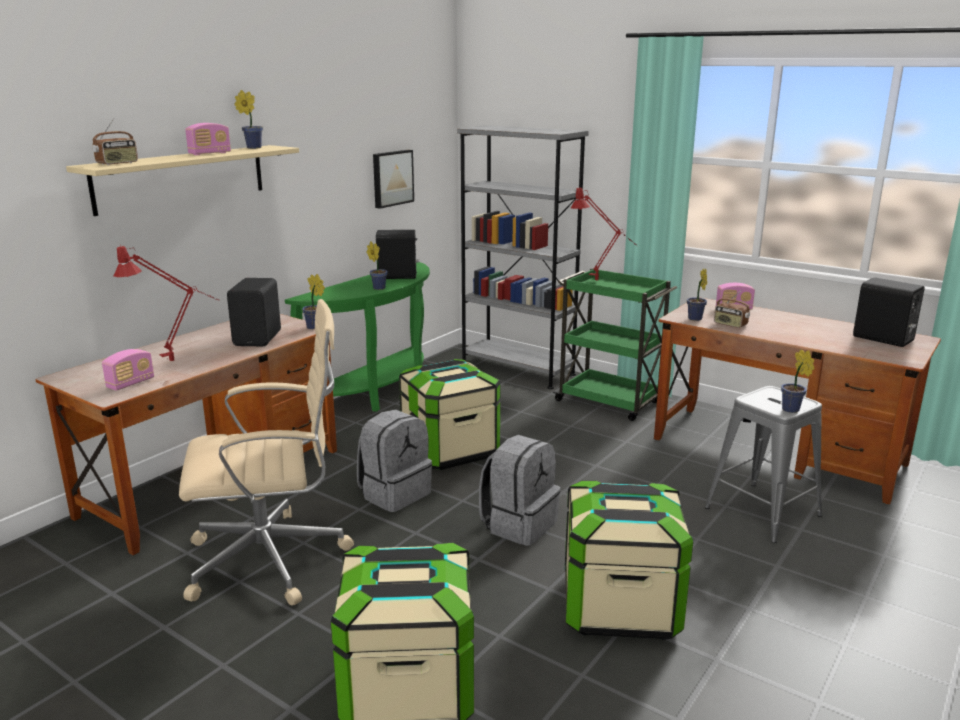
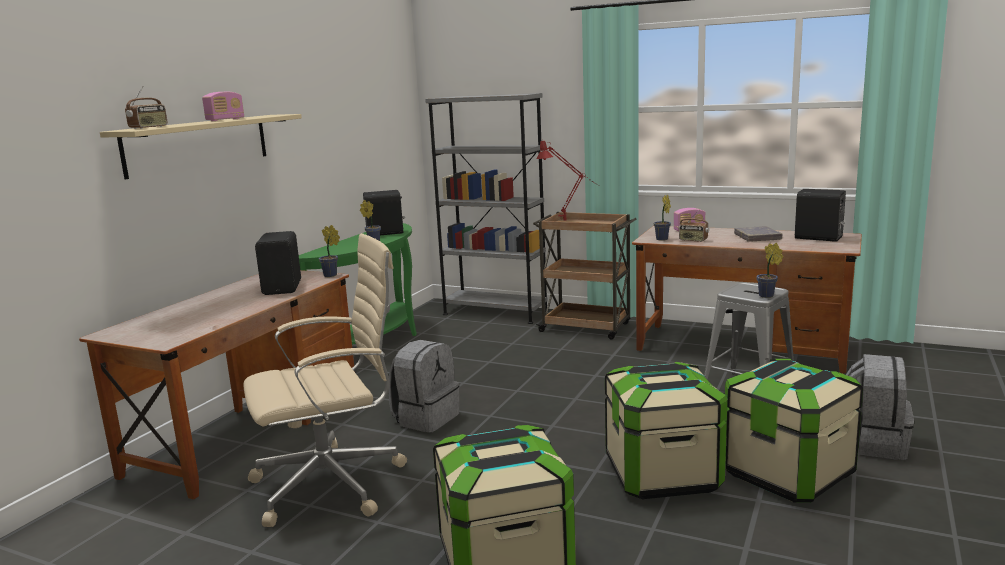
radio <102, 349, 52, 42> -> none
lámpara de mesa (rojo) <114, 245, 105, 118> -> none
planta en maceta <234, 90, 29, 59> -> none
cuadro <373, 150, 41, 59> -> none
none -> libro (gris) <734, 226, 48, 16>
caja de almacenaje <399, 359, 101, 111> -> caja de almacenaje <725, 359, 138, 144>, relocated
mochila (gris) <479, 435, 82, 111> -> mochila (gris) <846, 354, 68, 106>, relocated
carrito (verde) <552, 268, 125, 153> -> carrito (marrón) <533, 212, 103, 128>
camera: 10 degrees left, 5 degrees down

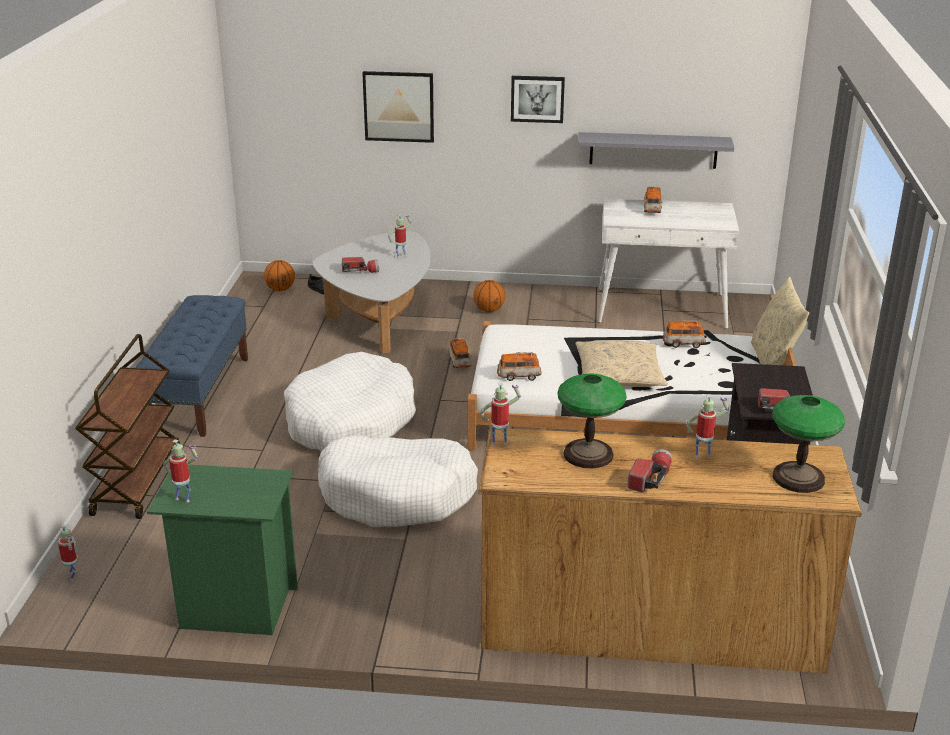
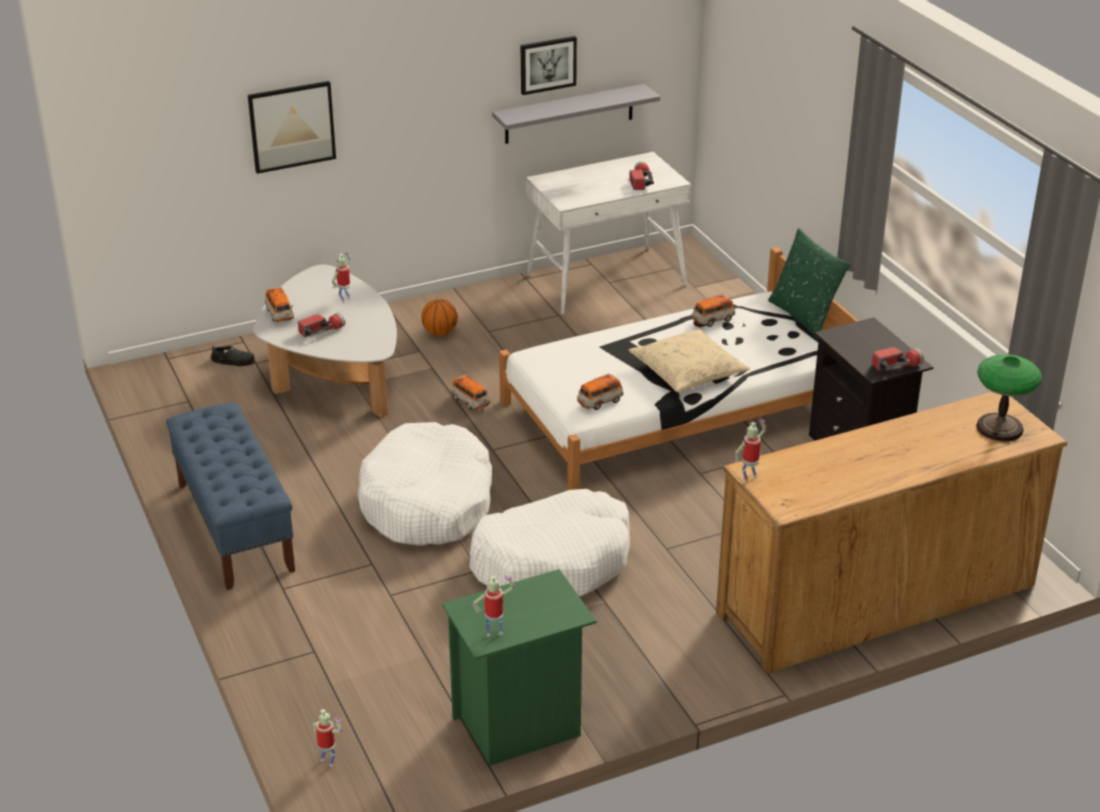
carrito (marrón) <75, 334, 105, 185> -> none
balón de baloncesto <264, 260, 31, 31> -> none
lámpara de mesa <557, 374, 69, 95> -> none
robot de juguete <685, 395, 44, 63> -> none
cuadro <511, 76, 54, 47> -> cuadro <521, 36, 56, 59>, relocated
linterna <627, 449, 45, 43> -> linterna <629, 161, 25, 29>, relocated
coche de juguete <644, 186, 19, 27> -> coche de juguete <265, 287, 29, 35>, relocated
cojín (beis) <751, 277, 58, 88> -> cojín (verde) <768, 228, 83, 111>
camera: 30 degrees left, 5 degrees up

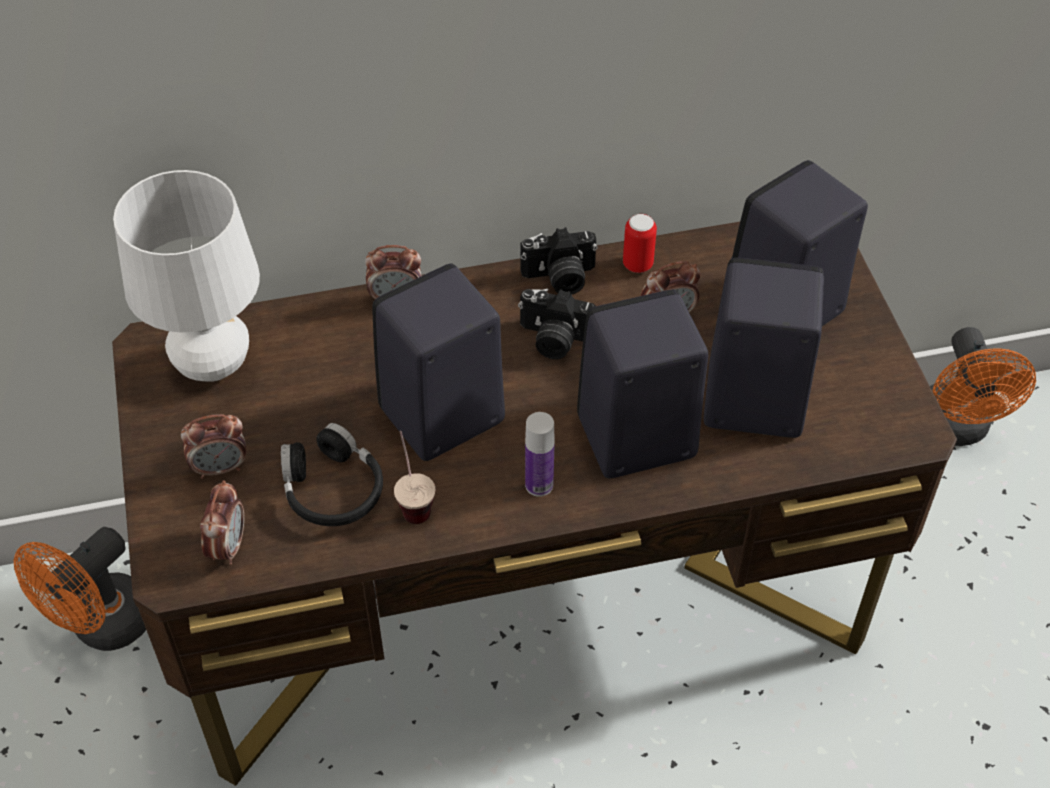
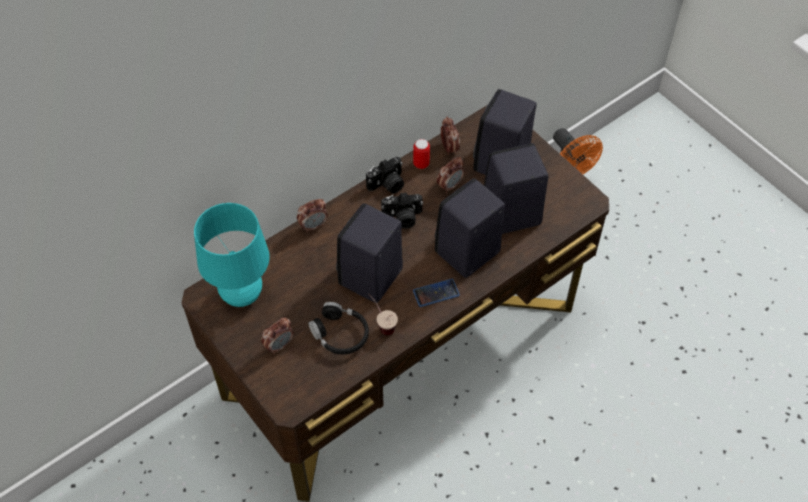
ventilador (naranja) <14, 527, 132, 124> -> none
despertador <200, 480, 44, 85> -> despertador <441, 117, 19, 38>, relocated
botella <525, 412, 30, 85> -> móvil <413, 279, 47, 28>
lámpara de mesa (blanco) <113, 170, 147, 212> -> lámpara de mesa (turquesa) <194, 203, 76, 104>
camera: 25 degrees left, 5 degrees up

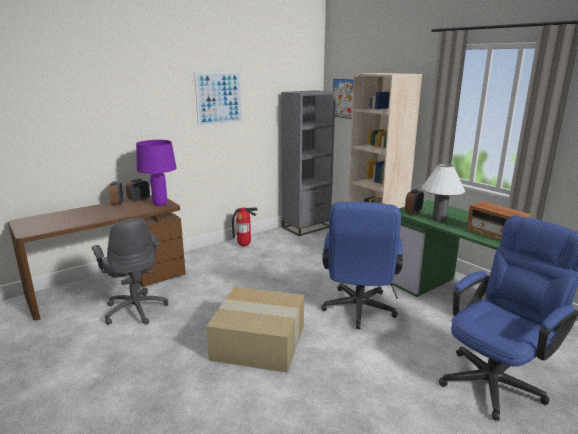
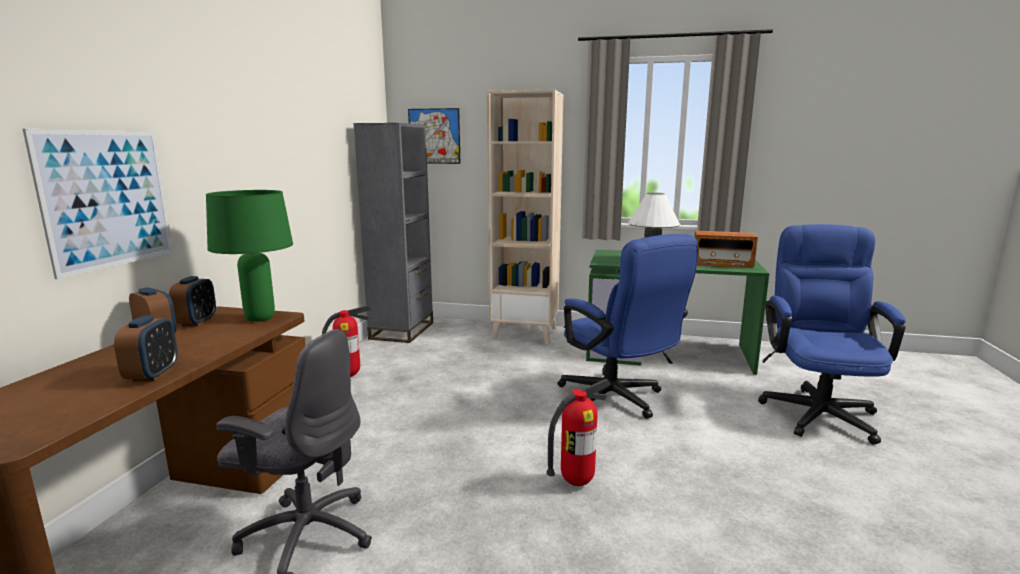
cuadro <194, 72, 49, 55> -> cuadro <23, 129, 150, 150>, relocated
despertador <405, 189, 19, 26> -> despertador <114, 315, 64, 67>, relocated
caja de cartón <206, 287, 98, 86> -> extintor <546, 379, 65, 107>
lámpara de mesa (morado) <136, 140, 41, 66> -> lámpara de mesa (verde) <206, 190, 87, 132>
camera: 40 degrees left, 5 degrees down

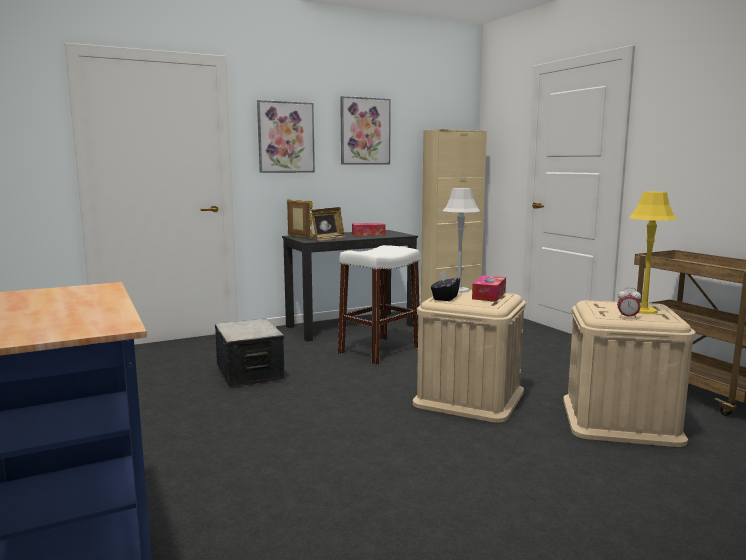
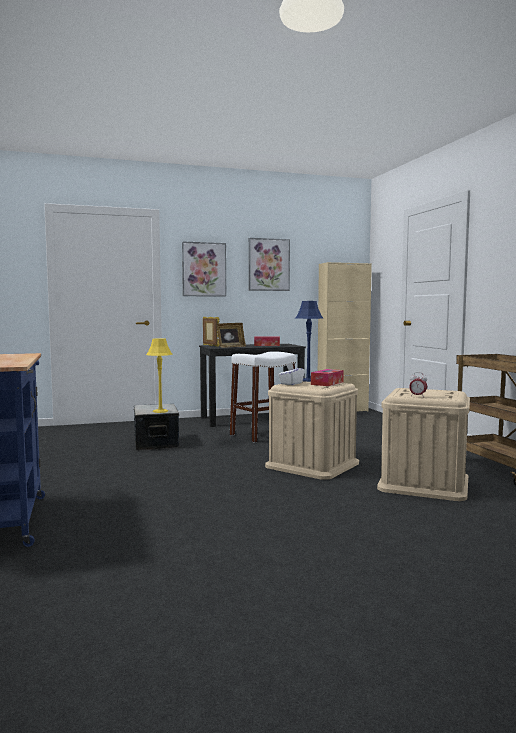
lámpara de mesa (amarillo) <629, 192, 48, 122> -> lámpara de mesa (amarillo) <146, 338, 27, 75>, relocated
caja de pañuelos (negro) <431, 271, 29, 30> -> caja de pañuelos (blanco) <278, 363, 27, 22>
lámpara de mesa (gris) <443, 188, 37, 105> -> lámpara de mesa (azul) <295, 301, 28, 81>
camera: 10 degrees right, 5 degrees down

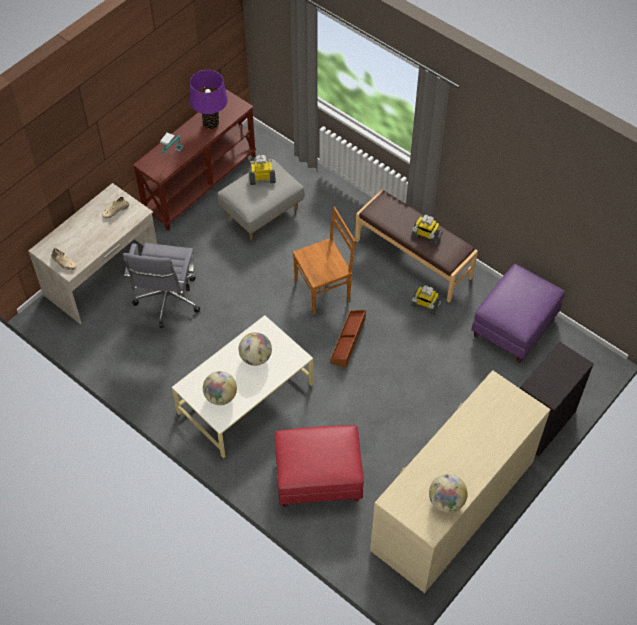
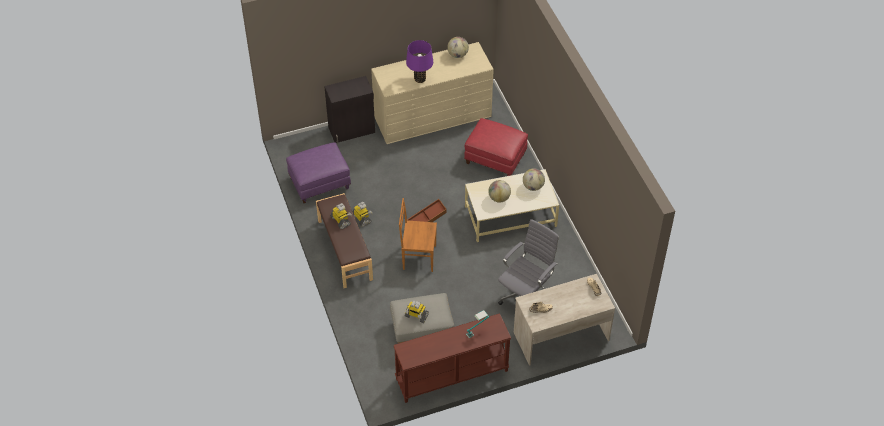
lámpara de mesa (morado) <190, 70, 38, 59> -> lámpara de mesa (morado) <406, 40, 27, 43>, relocated
camera: 150 degrees left, 5 degrees down

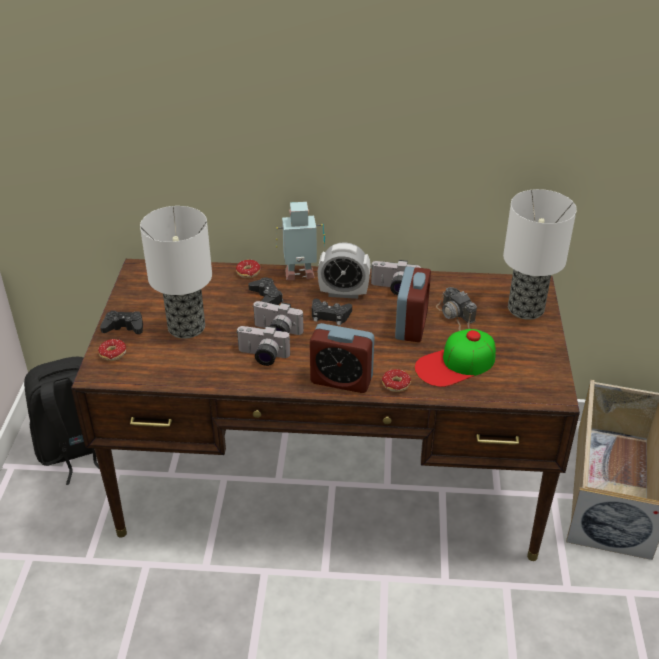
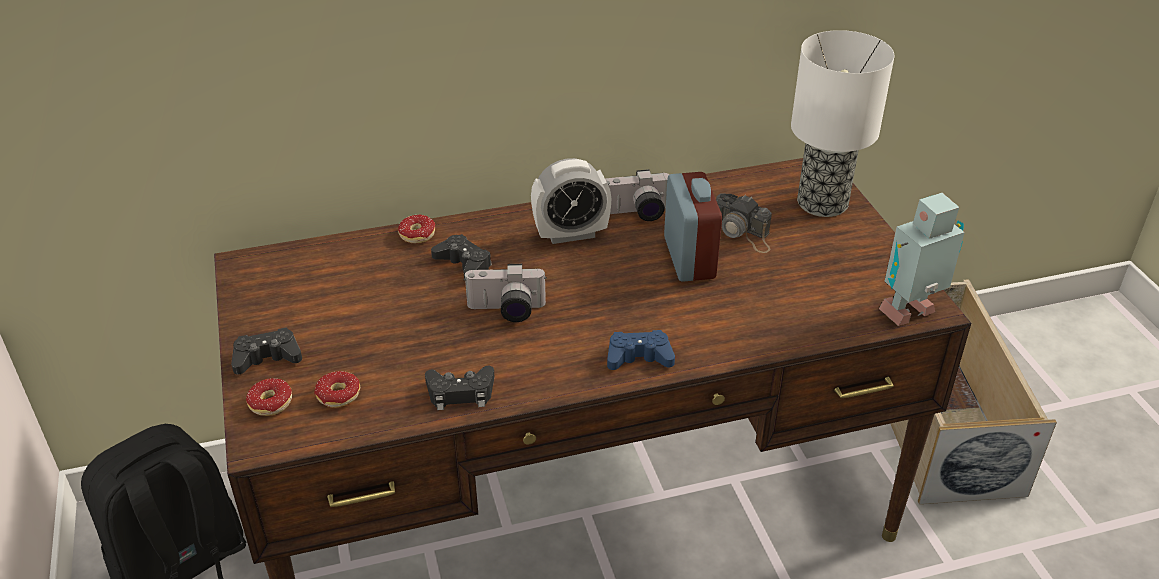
lámpara de mesa <140, 206, 72, 133> -> none
cámara <236, 326, 54, 40> -> none
gorra <415, 329, 81, 58> -> none
robot de juguete <276, 202, 49, 78> -> robot de juguete <879, 193, 86, 133>, relocated
mando de consola (negro) <312, 299, 40, 26> -> mando de consola (negro) <425, 366, 70, 44>, relocated
rosquilla <382, 369, 29, 23> -> rosquilla <314, 371, 46, 37>, relocated
despertador <310, 323, 64, 70> -> mando de consola (azul) <607, 330, 68, 40>
camera: 20 degrees left, 0 degrees up

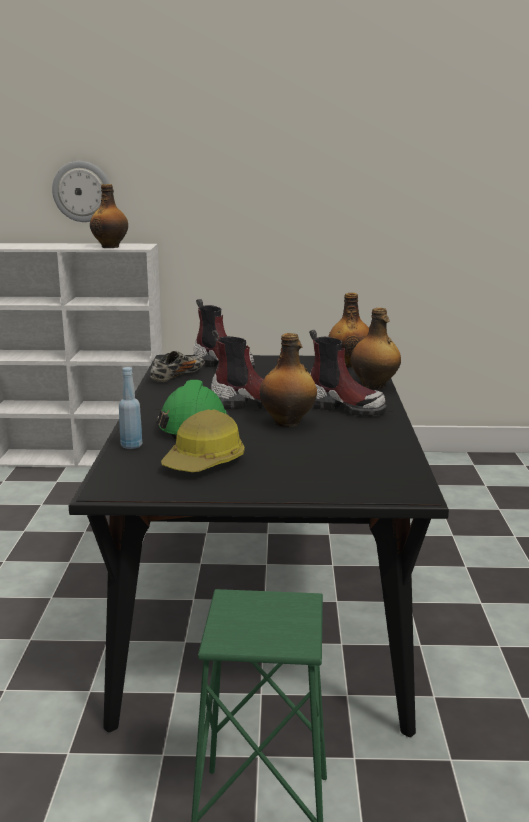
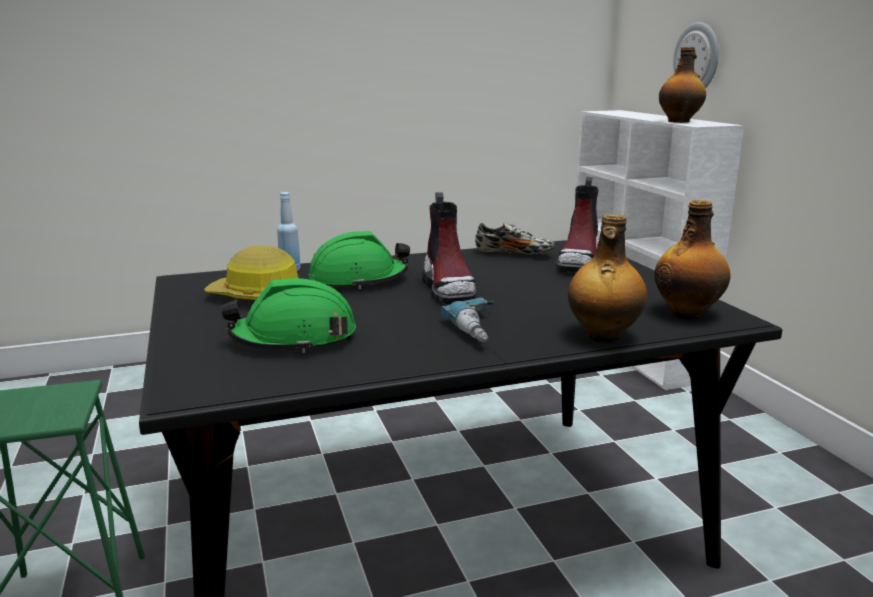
botella <259, 333, 58, 94> -> none
none -> casco (verde) <221, 278, 135, 75>
bota <309, 330, 78, 86> -> taladro <441, 298, 53, 44>
camera: 70 degrees right, 0 degrees up

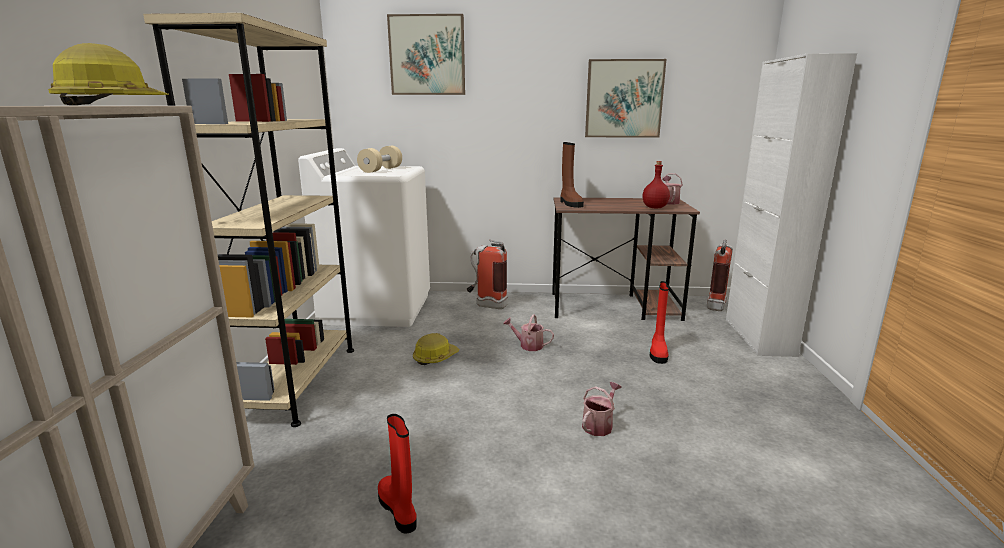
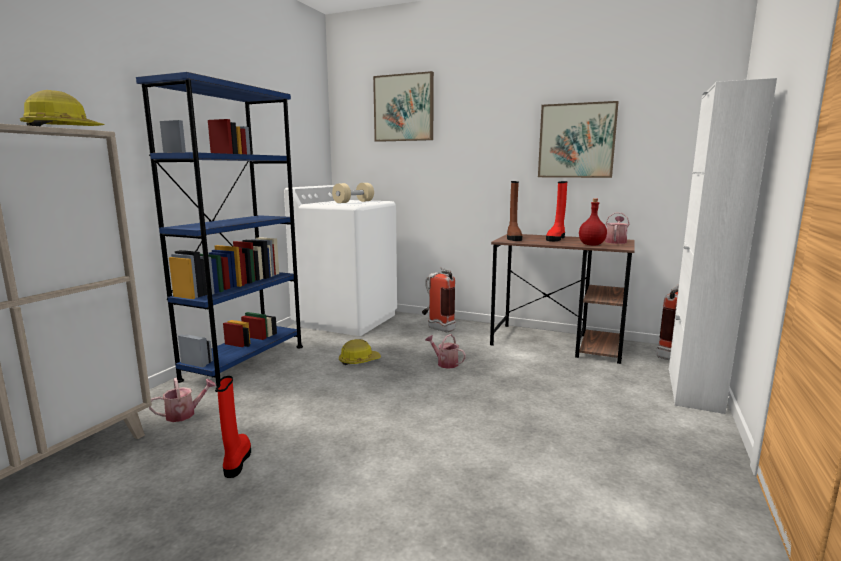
regadera <582, 382, 40, 54> -> regadera <149, 378, 68, 44>, relocated
bota (rojo) <650, 281, 19, 83> -> bota (rojo) <546, 181, 22, 60>, relocated
estantería (beis) <143, 13, 211, 414> -> estantería (azul) <136, 72, 167, 320>
camera: 20 degrees right, 5 degrees down

